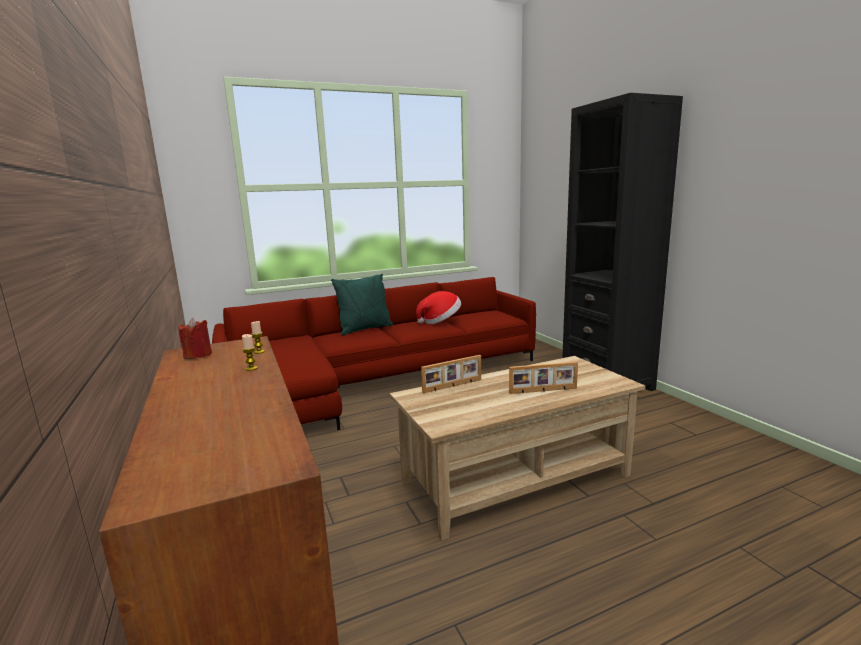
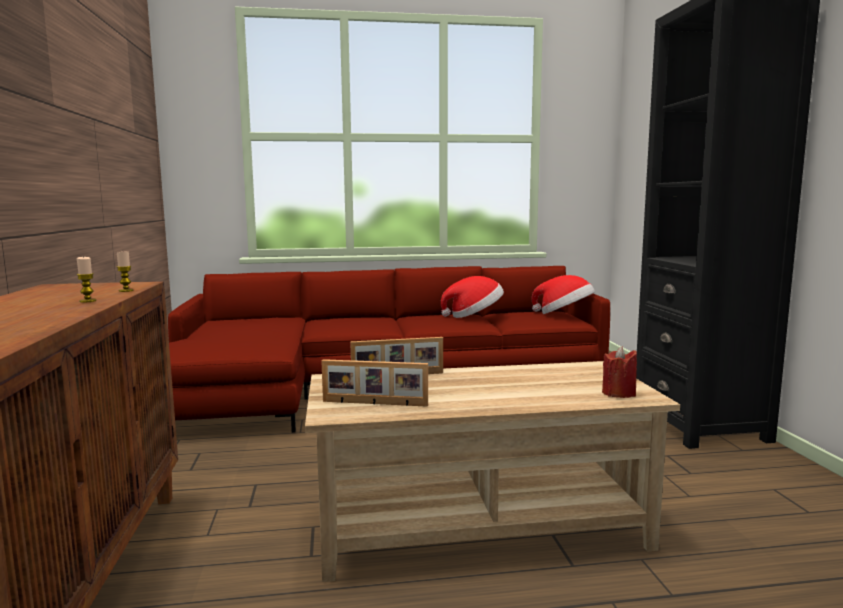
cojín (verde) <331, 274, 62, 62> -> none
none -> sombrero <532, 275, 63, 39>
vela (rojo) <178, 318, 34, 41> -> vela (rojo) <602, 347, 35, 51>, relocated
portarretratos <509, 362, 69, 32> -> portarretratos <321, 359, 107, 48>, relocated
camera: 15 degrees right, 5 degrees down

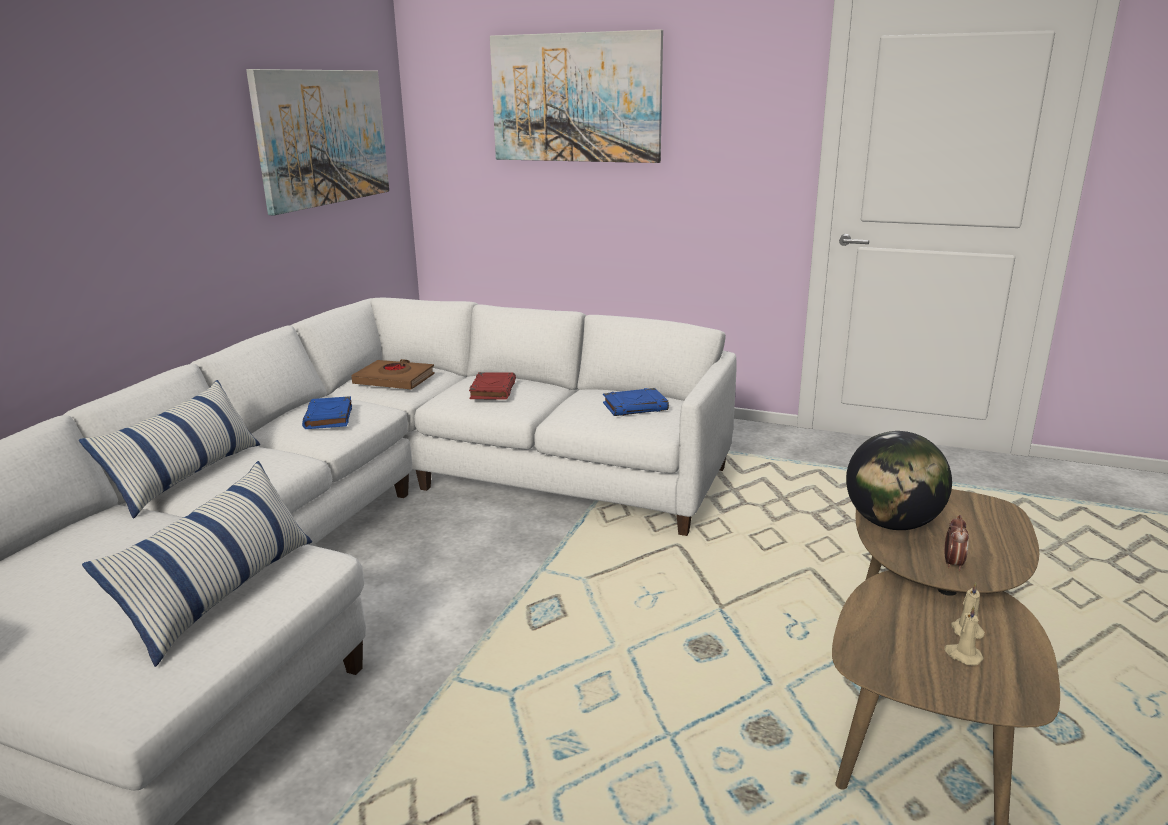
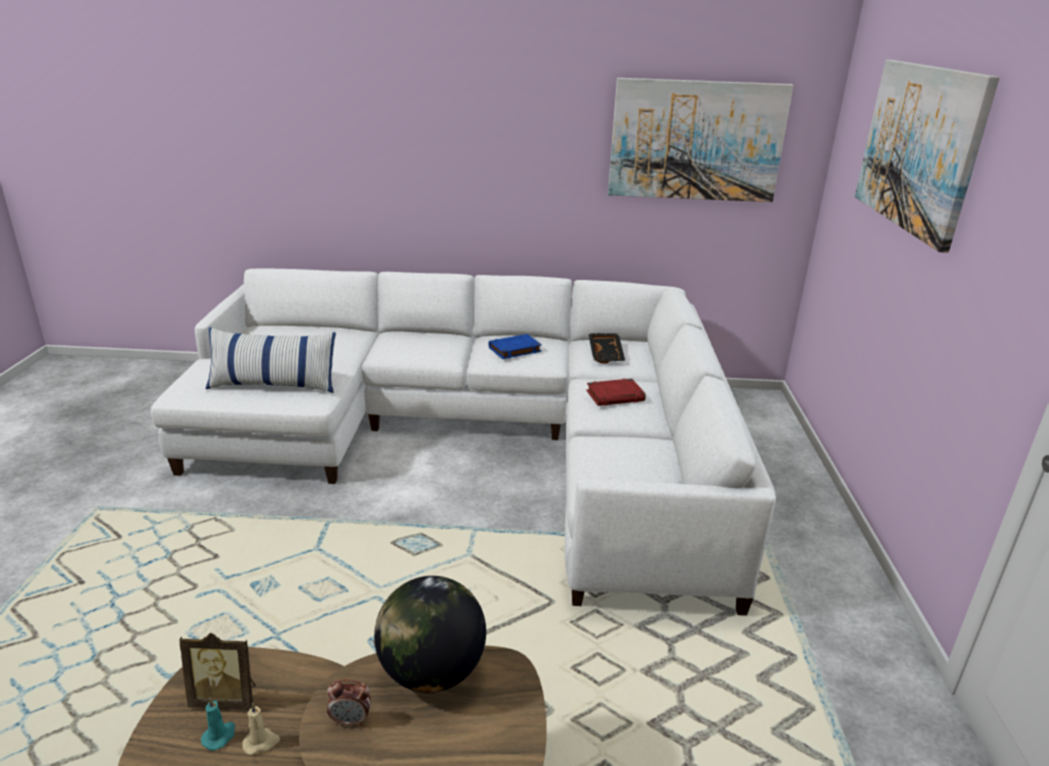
cojín <79, 380, 181, 139> -> none
libro (azul) <603, 388, 66, 28> -> none
none -> portarretratos <179, 633, 76, 77>
libro (marrón) <351, 359, 84, 31> -> bandeja (negro) <589, 333, 36, 31>
vela (beis) <944, 606, 40, 60> -> vela (turquesa) <201, 697, 34, 54>
camera: 70 degrees right, 5 degrees up

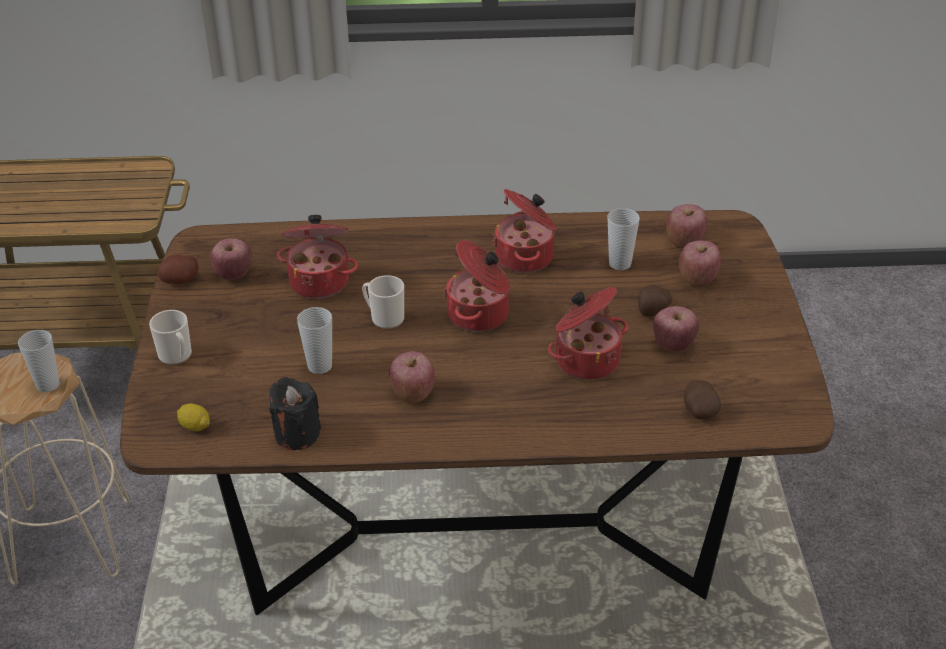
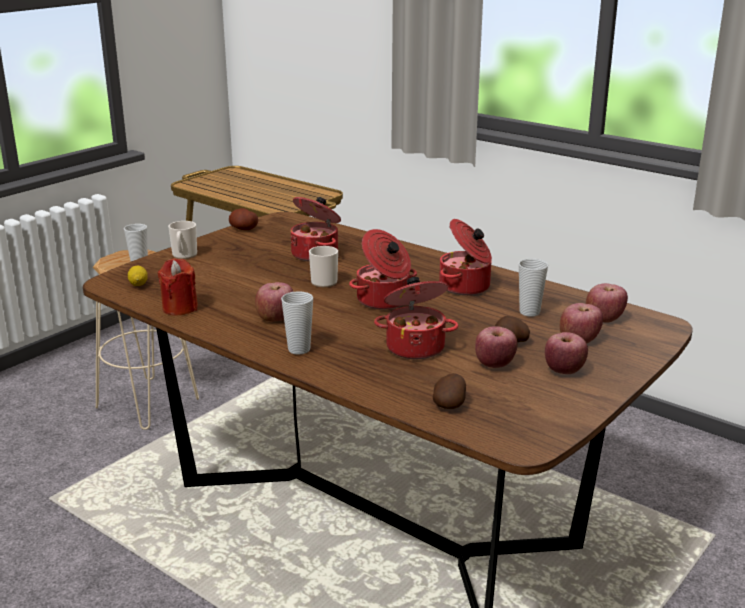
manzana <211, 238, 41, 42> -> manzana <545, 332, 43, 42>, relocated
taza <297, 307, 35, 67> -> taza <281, 291, 32, 64>, relocated
vela (negro) <269, 377, 52, 73> -> vela (rojo) <157, 258, 41, 58>
camera: 40 degrees right, 15 degrees down

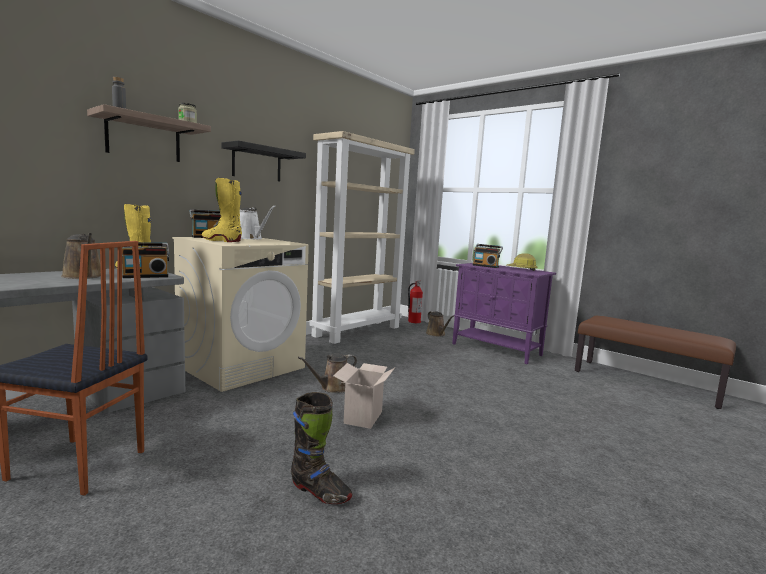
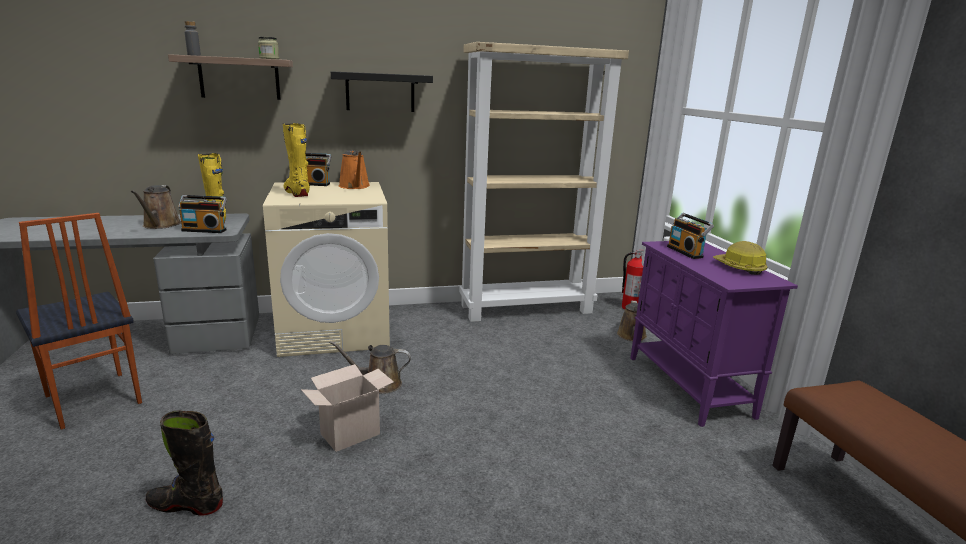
regadera (blanco) <240, 205, 36, 34> -> regadera (naranja) <339, 150, 31, 39>
bota (negro) <291, 392, 61, 112> -> bota (negro) <146, 410, 77, 105>, 120 degrees clockwise
camera: 35 degrees right, 10 degrees up

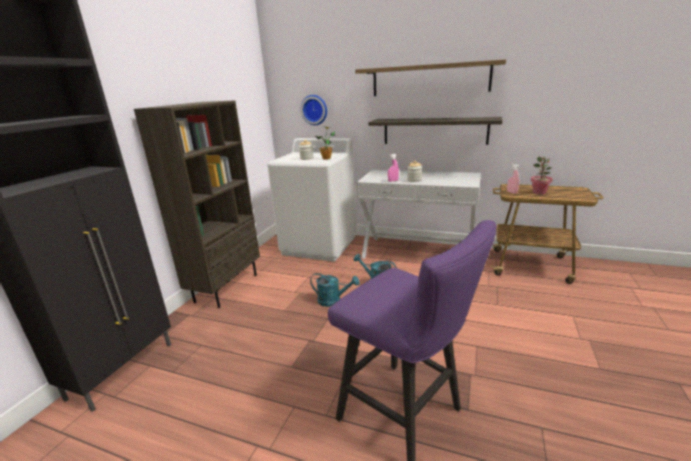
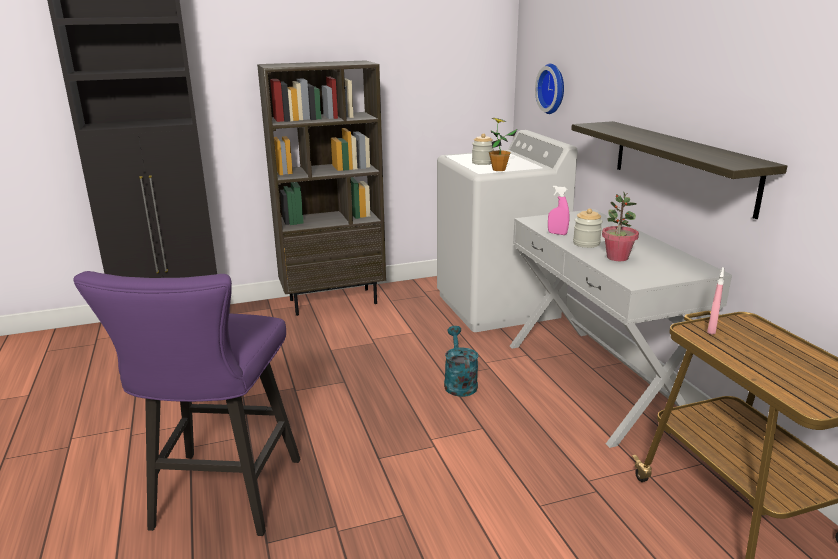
regadera (turquesa) <310, 273, 49, 34> -> none
estante <355, 59, 151, 37> -> none
planta en maceta <531, 157, 21, 38> -> planta en maceta <602, 191, 37, 70>, relocated
camera: 50 degrees right, 0 degrees up

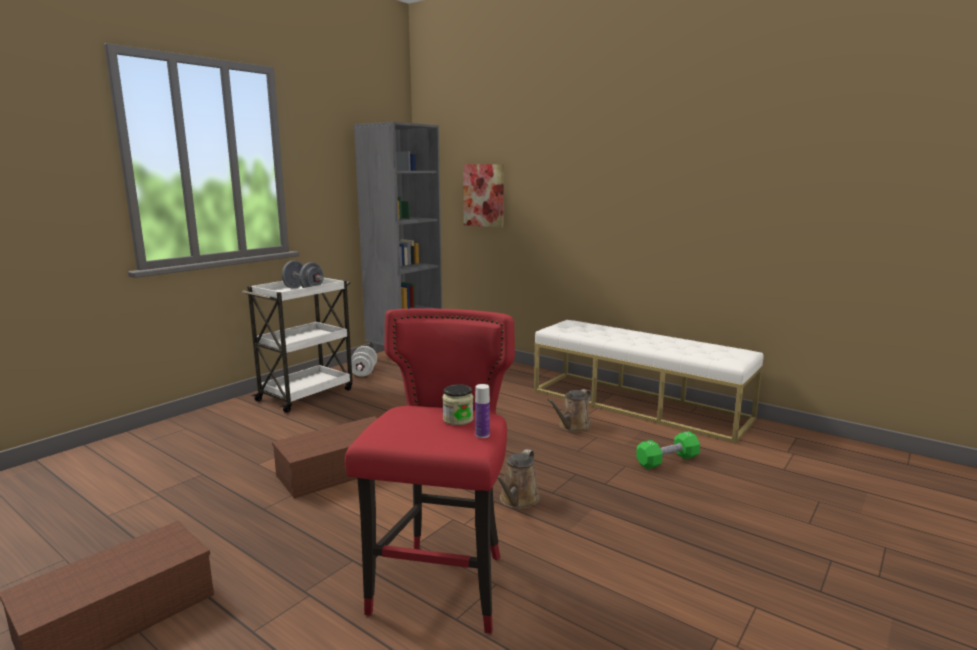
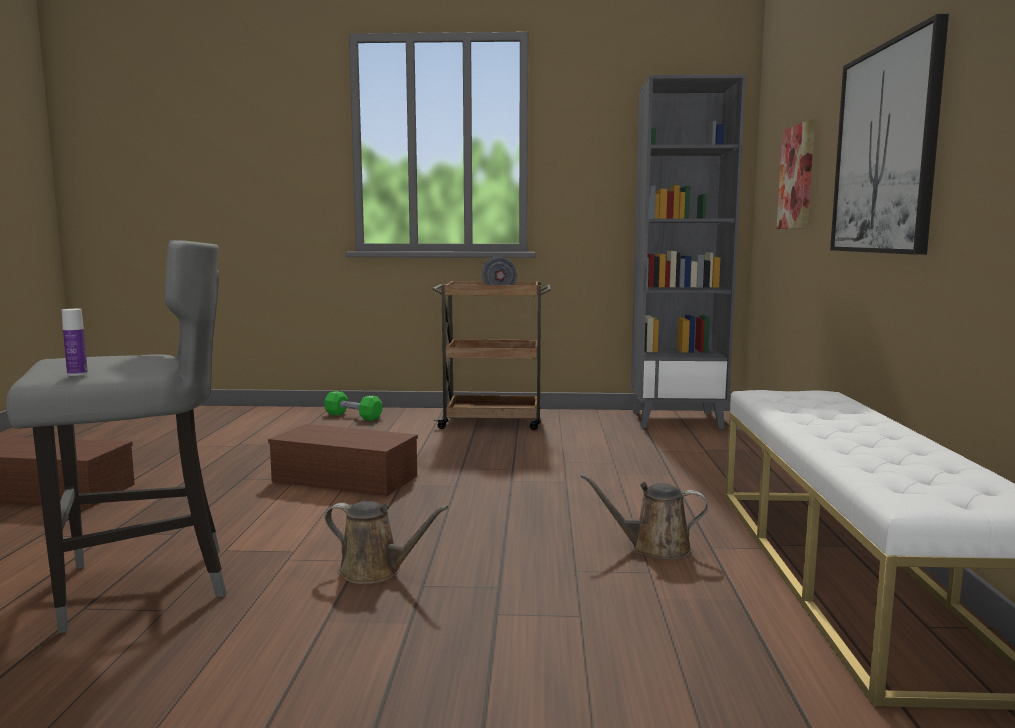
mancuerna (blanco) <351, 346, 26, 31> -> none
tarro <442, 384, 32, 41> -> none
none -> cuadro <830, 14, 119, 241>
mancuerna (verde) <636, 431, 64, 38> -> mancuerna (verde) <325, 391, 57, 30>, relocated
carrito (blanco) <242, 277, 111, 136> -> carrito (marrón) <432, 281, 119, 149>
taburete (rojo) <345, 309, 170, 325> -> taburete (gris) <6, 240, 220, 393>
regadera (marrón) <497, 449, 43, 60> -> regadera (marrón) <325, 501, 124, 83>, 150 degrees counterclockwise
camera: 55 degrees right, 5 degrees down

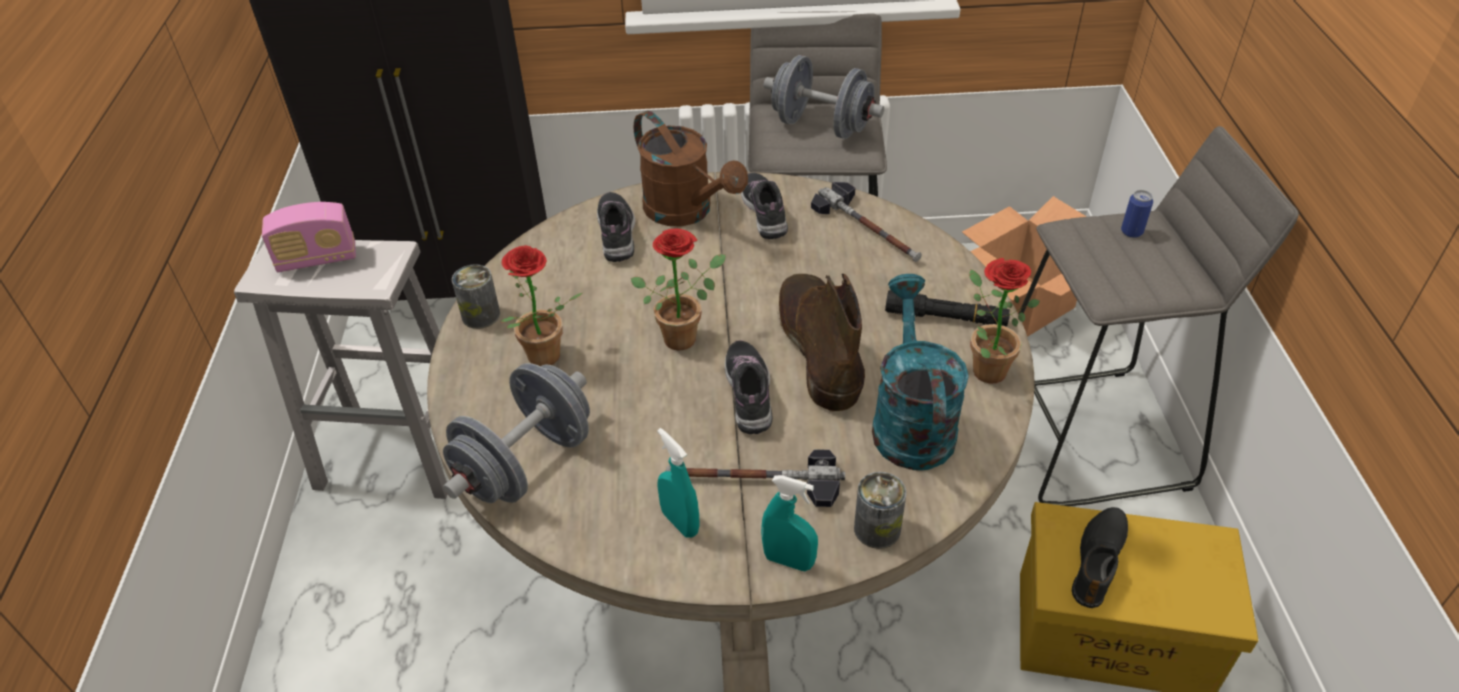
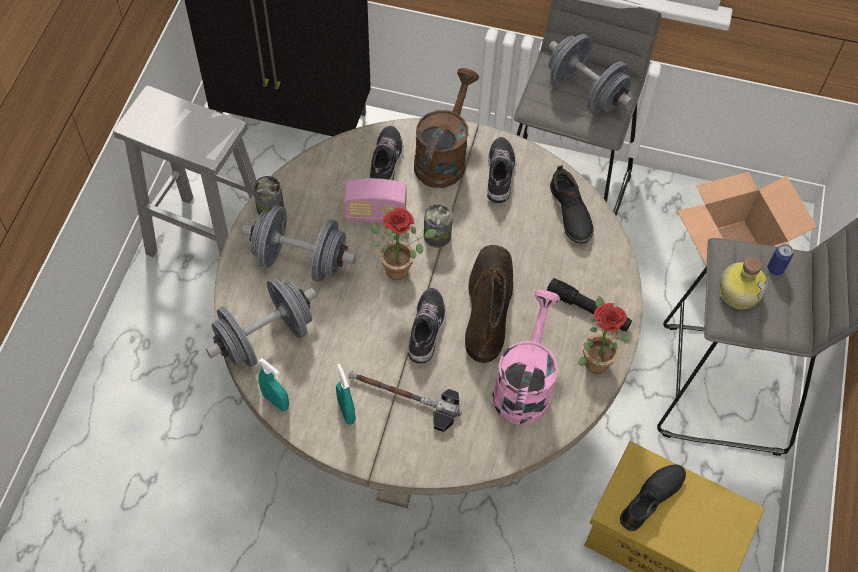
none -> botella <720, 257, 49, 52>
radio <262, 202, 94, 70> -> radio <344, 178, 63, 45>, relocated
pulverizador (turquesa) <761, 475, 57, 96> -> pulverizador (turquesa) <258, 358, 31, 53>, relocated
lata <854, 472, 52, 77> -> lata <424, 204, 29, 44>, relocated
planta en maceta <501, 245, 82, 122> -> mancuerna (gris) <242, 205, 114, 77>
martillo <811, 182, 111, 80> -> zapato (negro) <550, 165, 44, 79>
regadera (turquesa) <872, 274, 97, 197> -> regadera (rosa) <492, 290, 68, 135>
regadera (marrón) <634, 111, 114, 115> -> regadera (marrón) <414, 68, 65, 120>, 135 degrees counterclockwise
camera: 15 degrees right, 15 degrees up

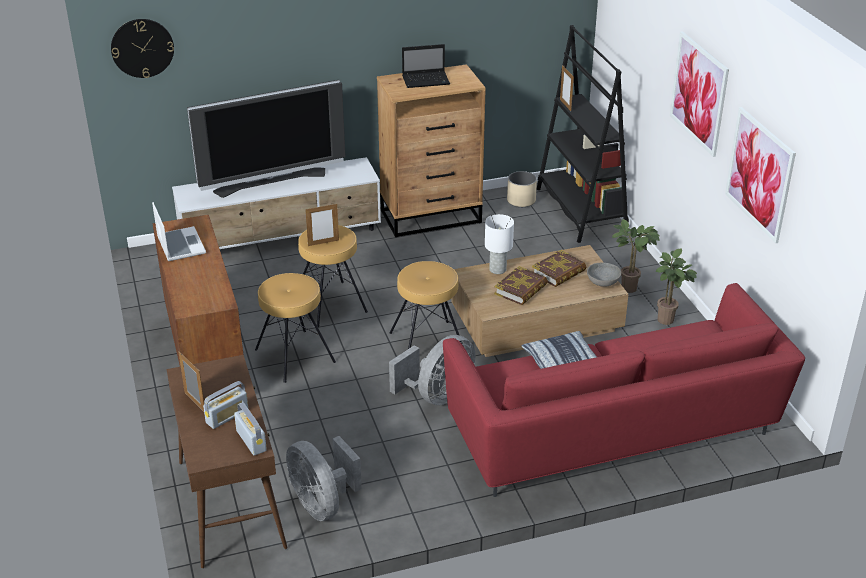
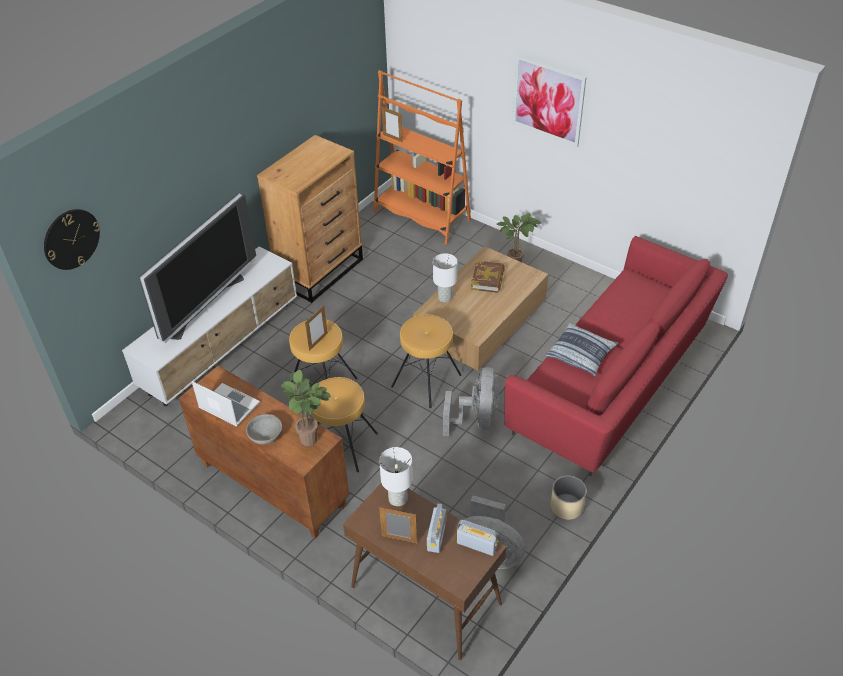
portátil <402, 44, 48, 44> -> none
libro <494, 266, 54, 39> -> none
cuadro <725, 107, 71, 137> -> none
none -> lámpara de mesa (blanco) <379, 447, 34, 59>
maceta (beis) <507, 171, 30, 36> -> maceta (beis) <550, 476, 37, 44>, relocated
cuenco (gris) <587, 263, 34, 24> -> cuenco (gris) <246, 414, 36, 30>, relocated
planta en maceta <656, 249, 41, 76> -> planta en maceta <280, 370, 51, 76>, relocated
estantería (negro) <537, 25, 92, 218> -> estantería (naranja) <373, 70, 98, 175>
camera: 35 degrees left, 10 degrees up

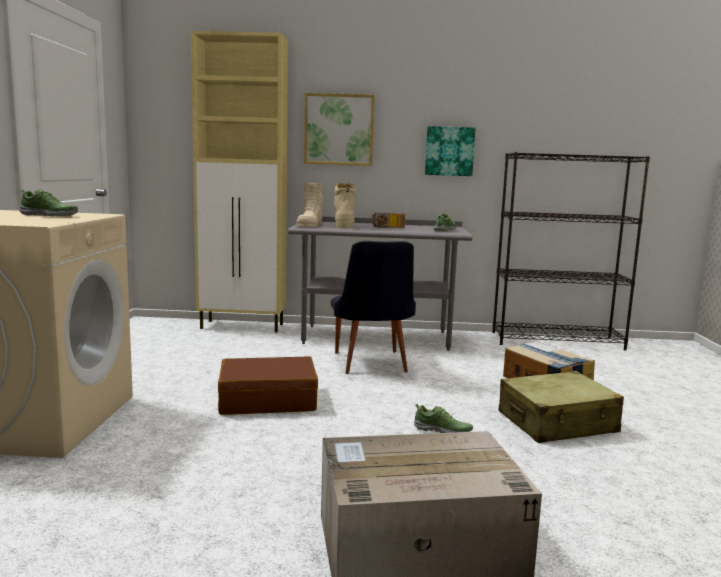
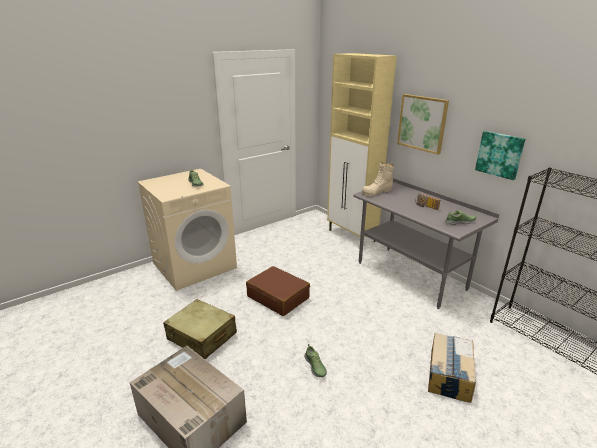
silla (negro) <331, 241, 85, 133> -> none
bota (beis) <334, 183, 22, 46> -> none
maleta (beis) <498, 371, 126, 72> -> maleta (beis) <163, 299, 74, 60>, relocated
camera: 50 degrees right, 15 degrees up

